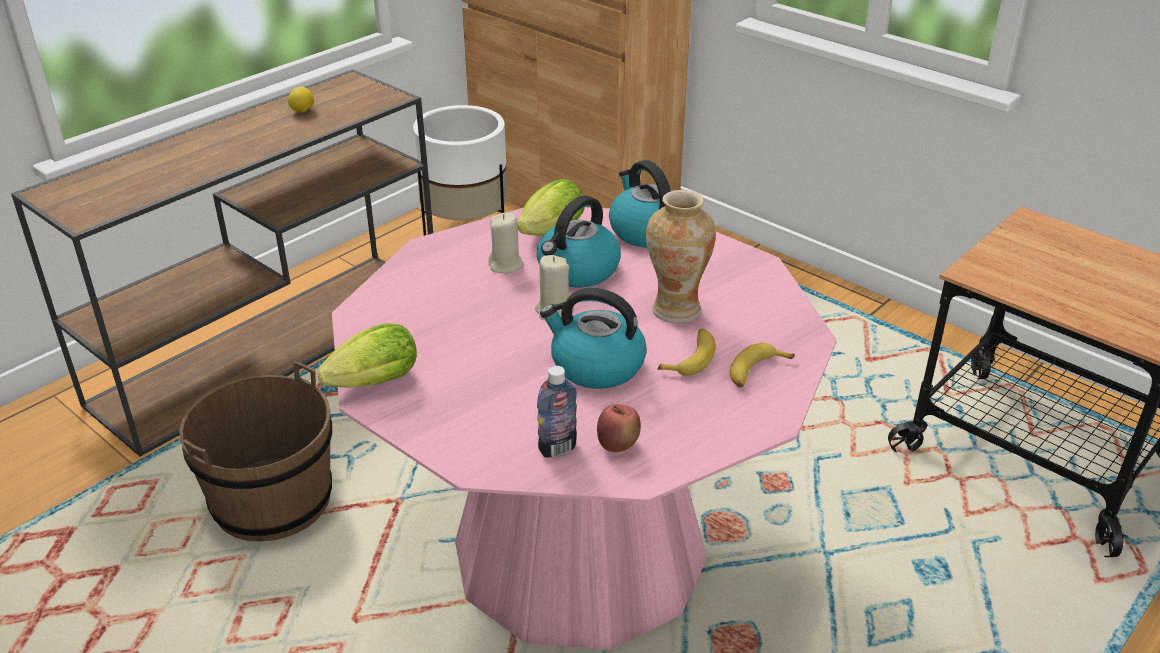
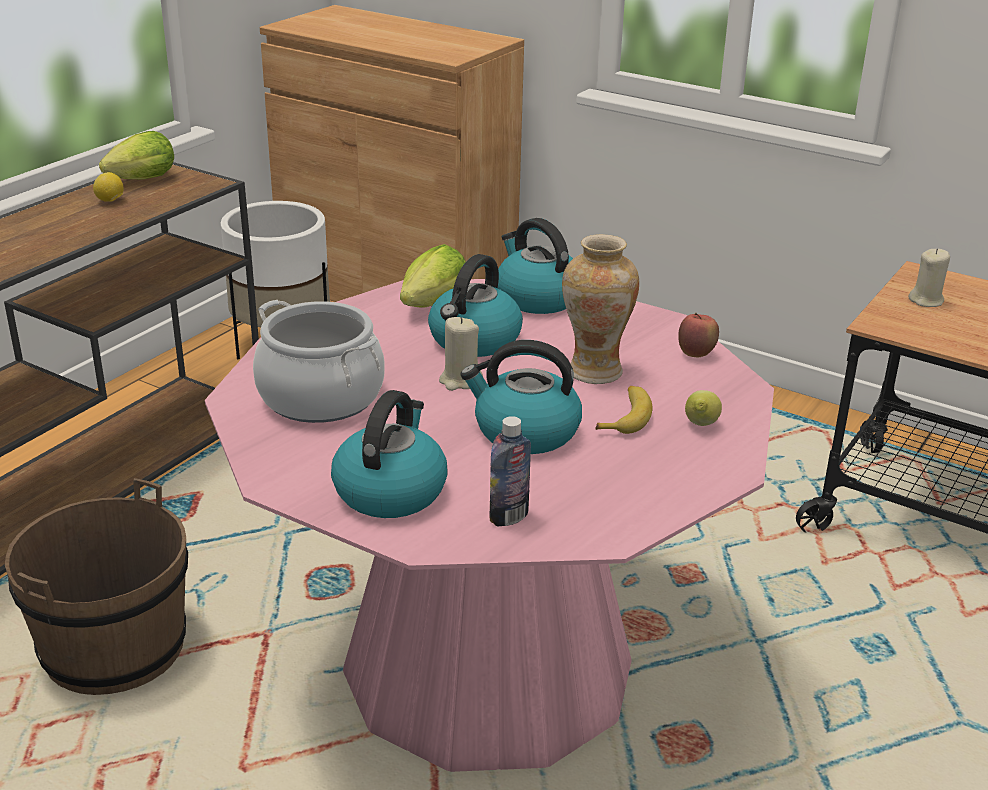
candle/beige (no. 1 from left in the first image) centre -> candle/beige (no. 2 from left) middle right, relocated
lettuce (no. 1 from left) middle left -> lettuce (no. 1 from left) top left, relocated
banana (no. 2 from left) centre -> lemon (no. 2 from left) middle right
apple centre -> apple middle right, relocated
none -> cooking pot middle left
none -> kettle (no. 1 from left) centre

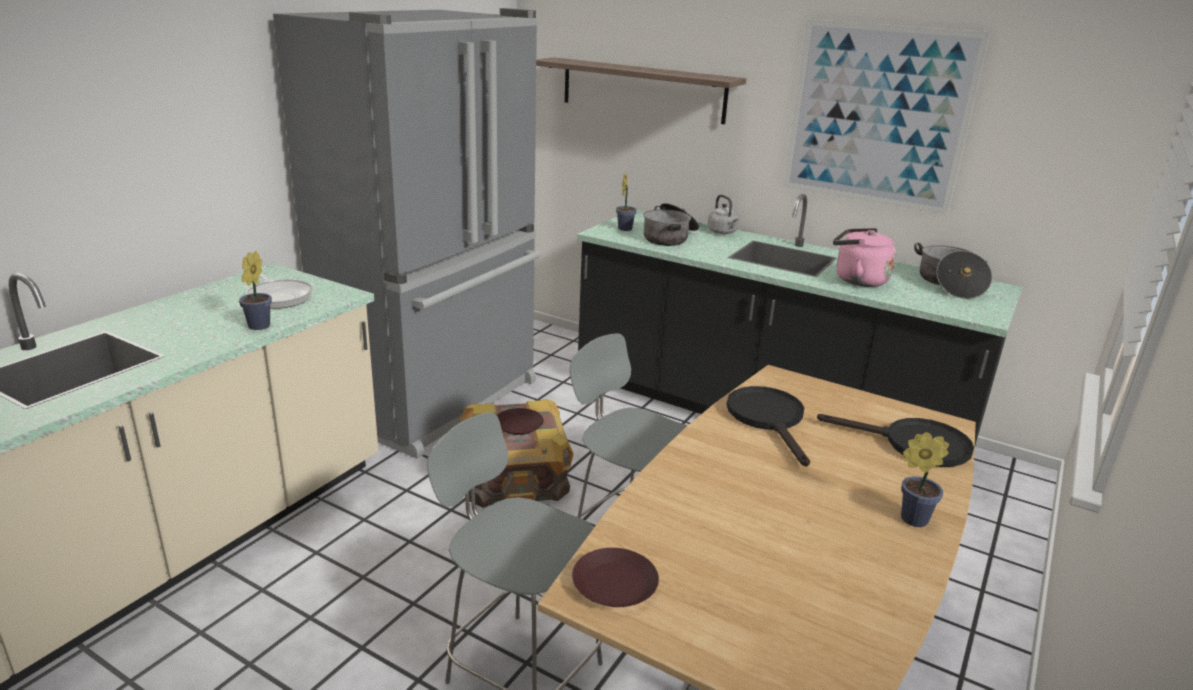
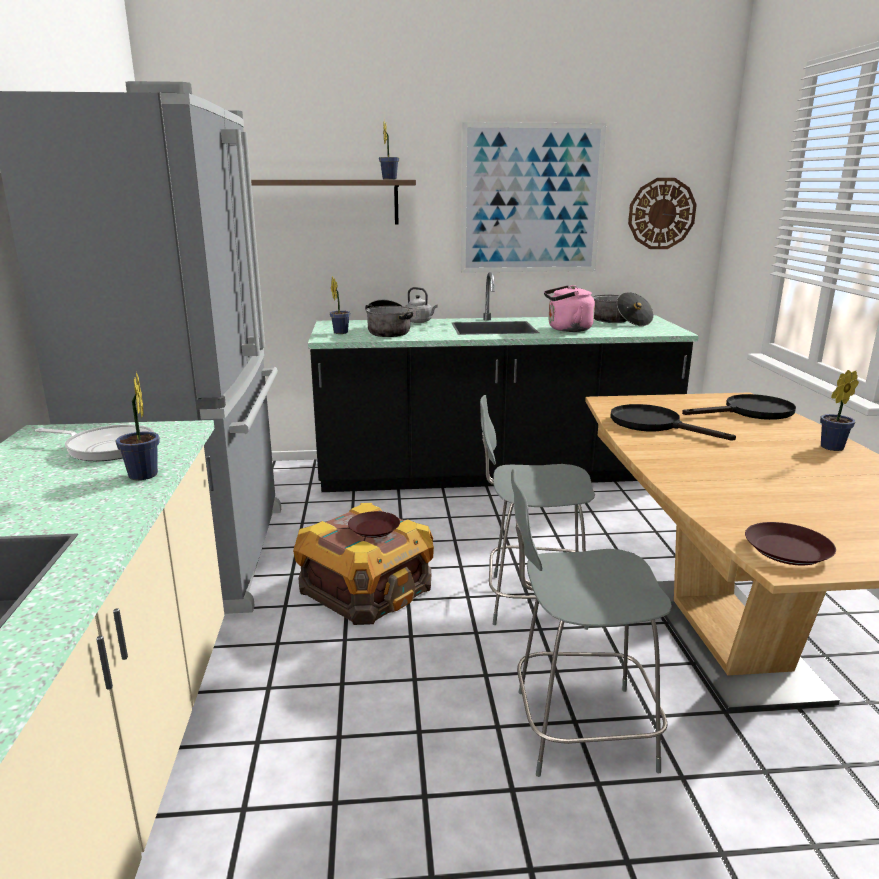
none -> potted plant (no. 3 from left) top centre
none -> wall clock top right

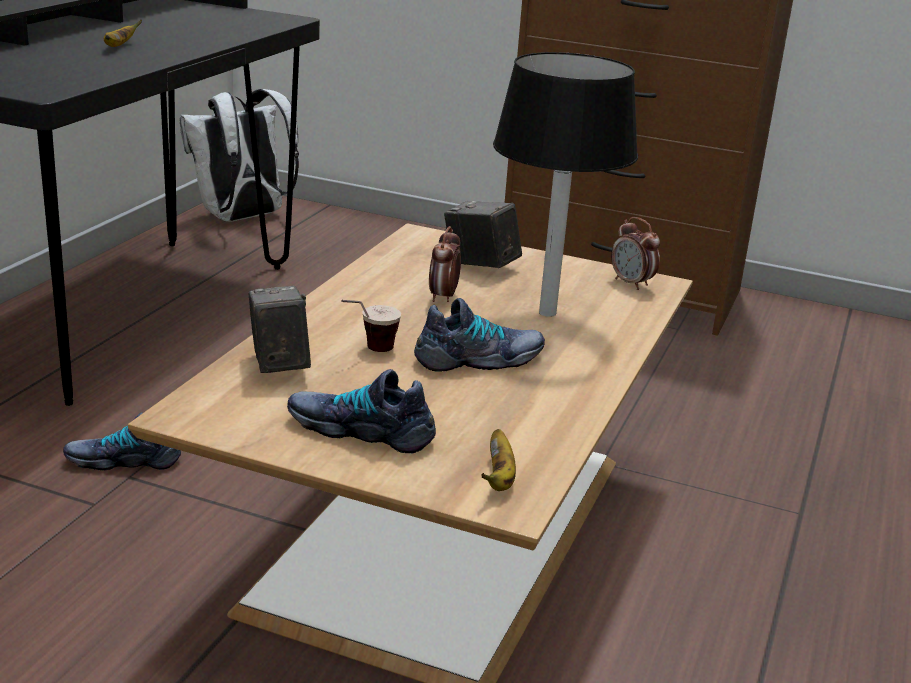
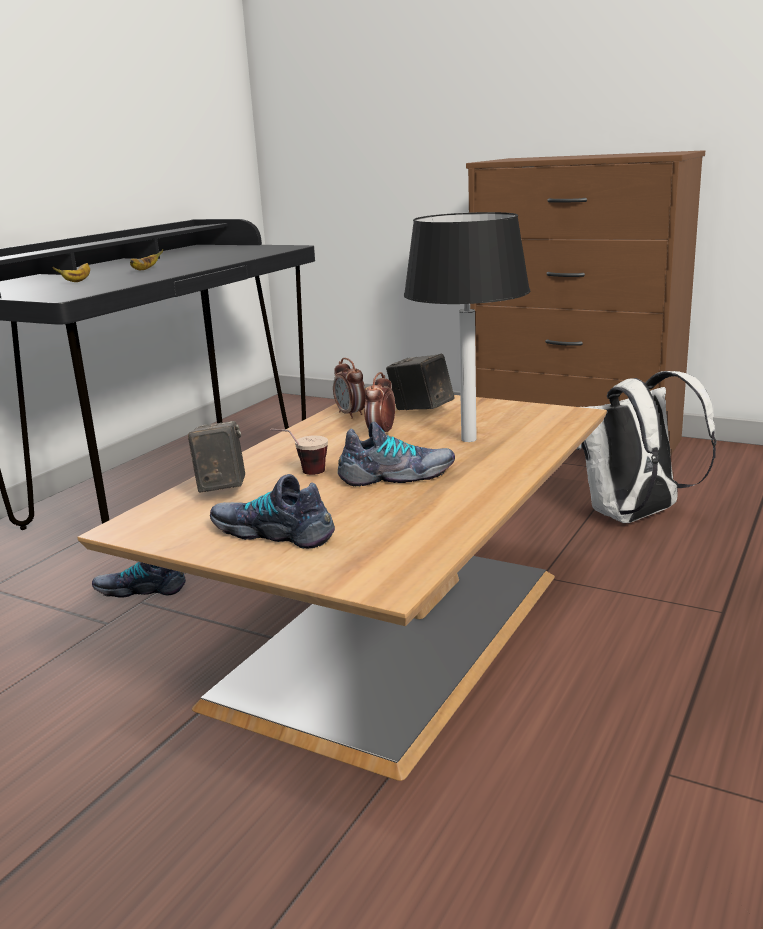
backpack/white top left -> backpack/white middle right, relocated
alarm clock (no. 2 from left in the first image) middle right -> alarm clock (no. 1 from left) centre, relocated
banana (no. 2 from left in the first image) bottom centre -> banana (no. 1 from left) top left, relocated

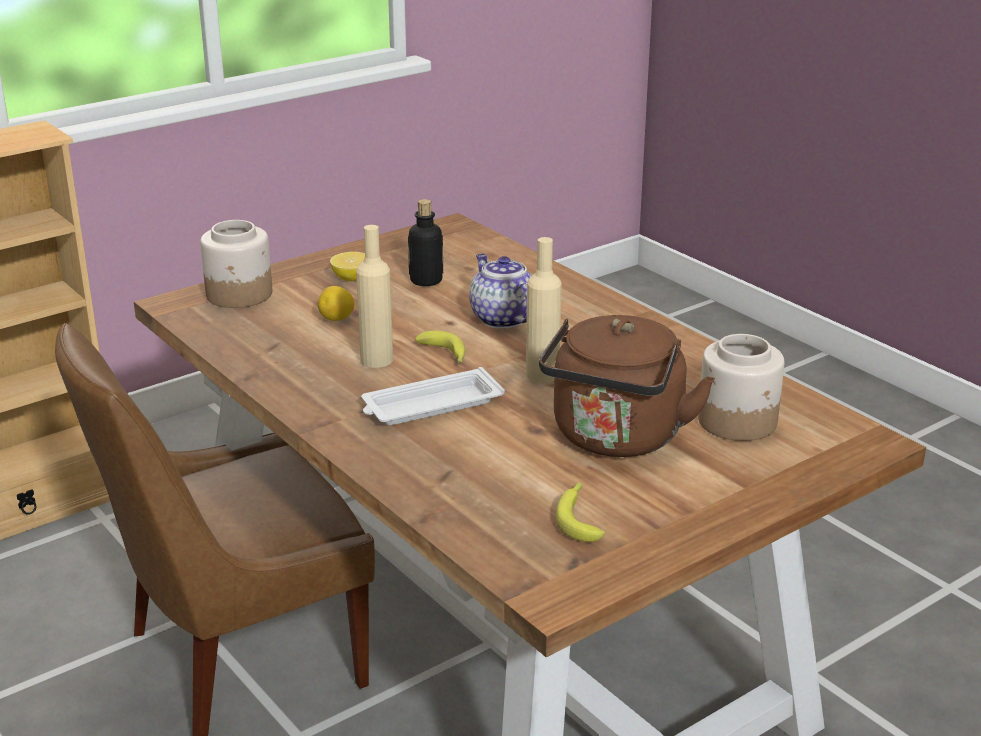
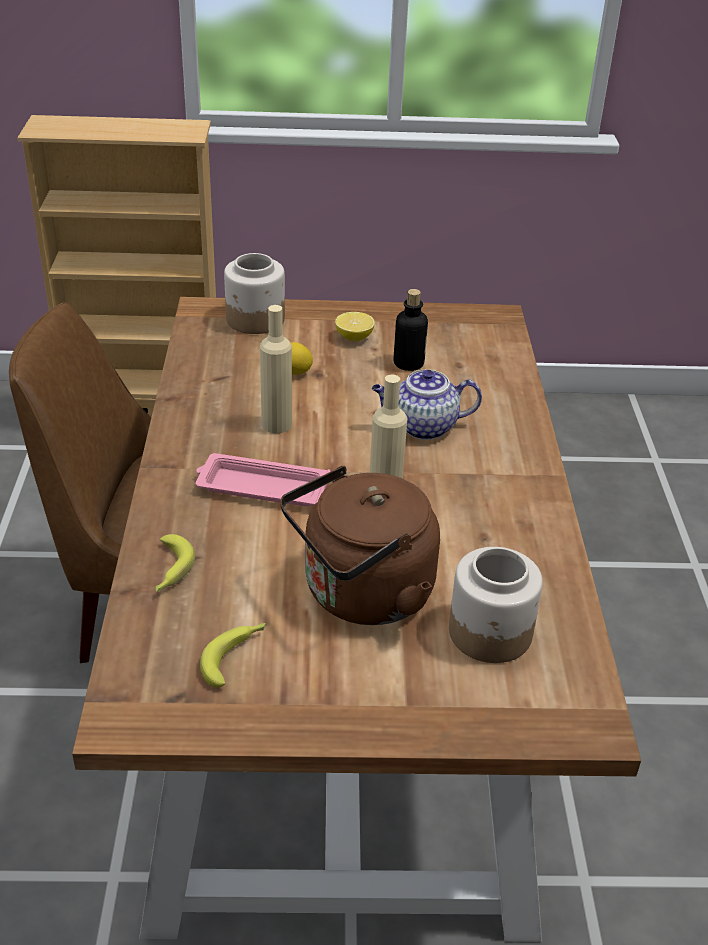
teapot centre, 105 degrees counterclockwise
banana (no. 1 from left) centre -> banana (no. 1 from left) middle left, relocated
tray/white centre -> tray/pink centre

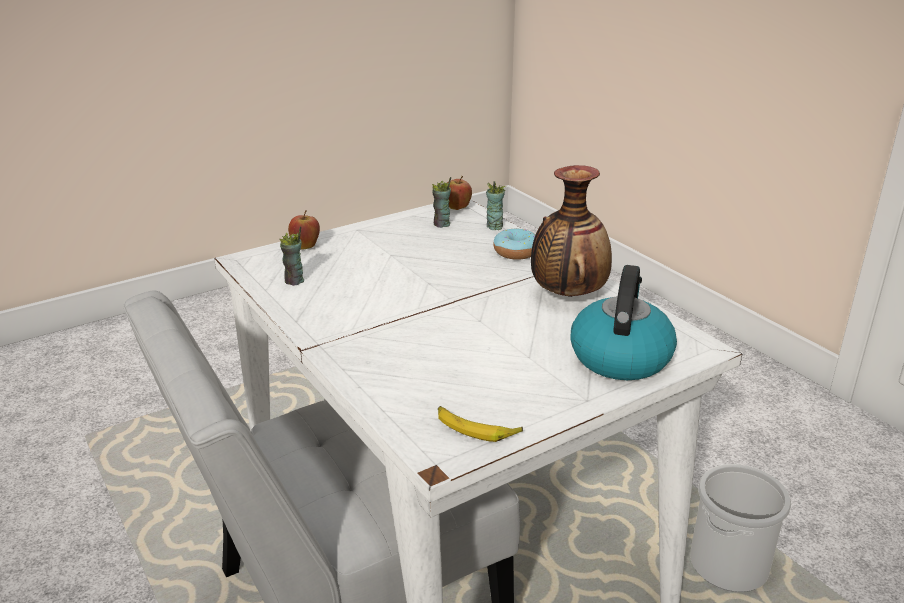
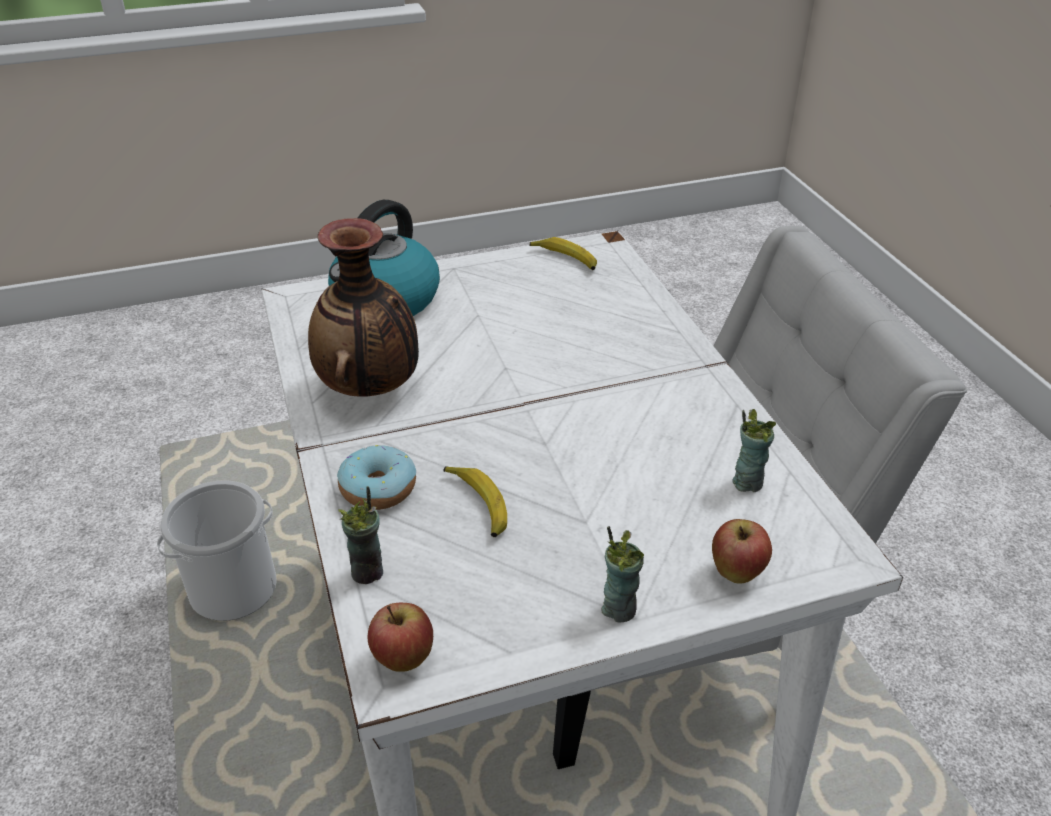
cup (no. 2 from left) centre -> cup (no. 2 from left) bottom centre, relocated
none -> banana (no. 1 from left) centre

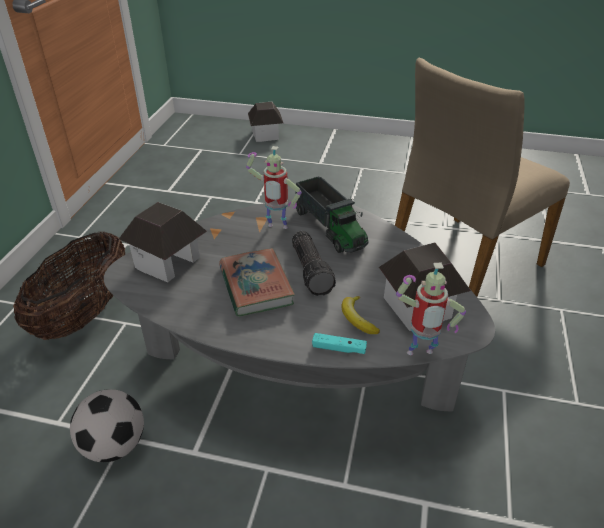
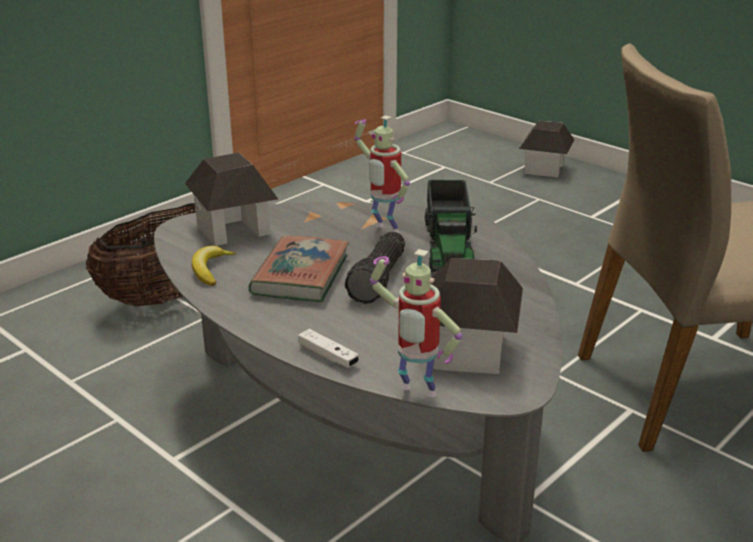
banana centre -> banana middle left, relocated
game controller/turquoise centre -> game controller/white centre
football bottom left -> none

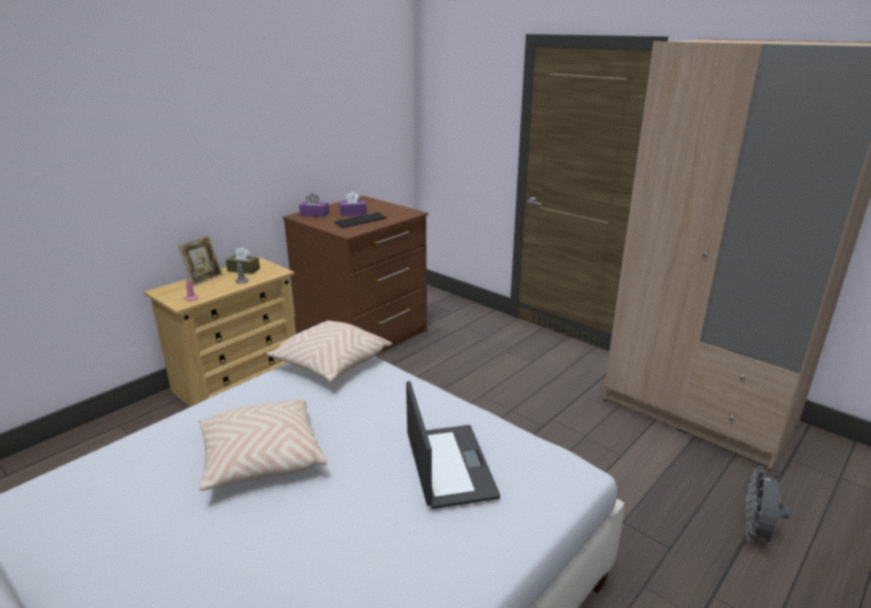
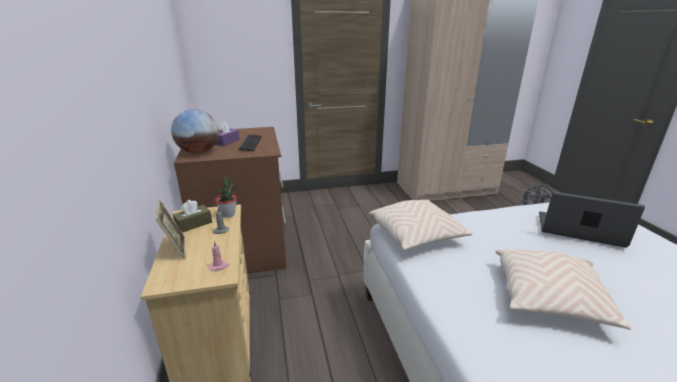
tissue box/purple (no. 1 from left) centre -> globe middle left
none -> potted plant centre

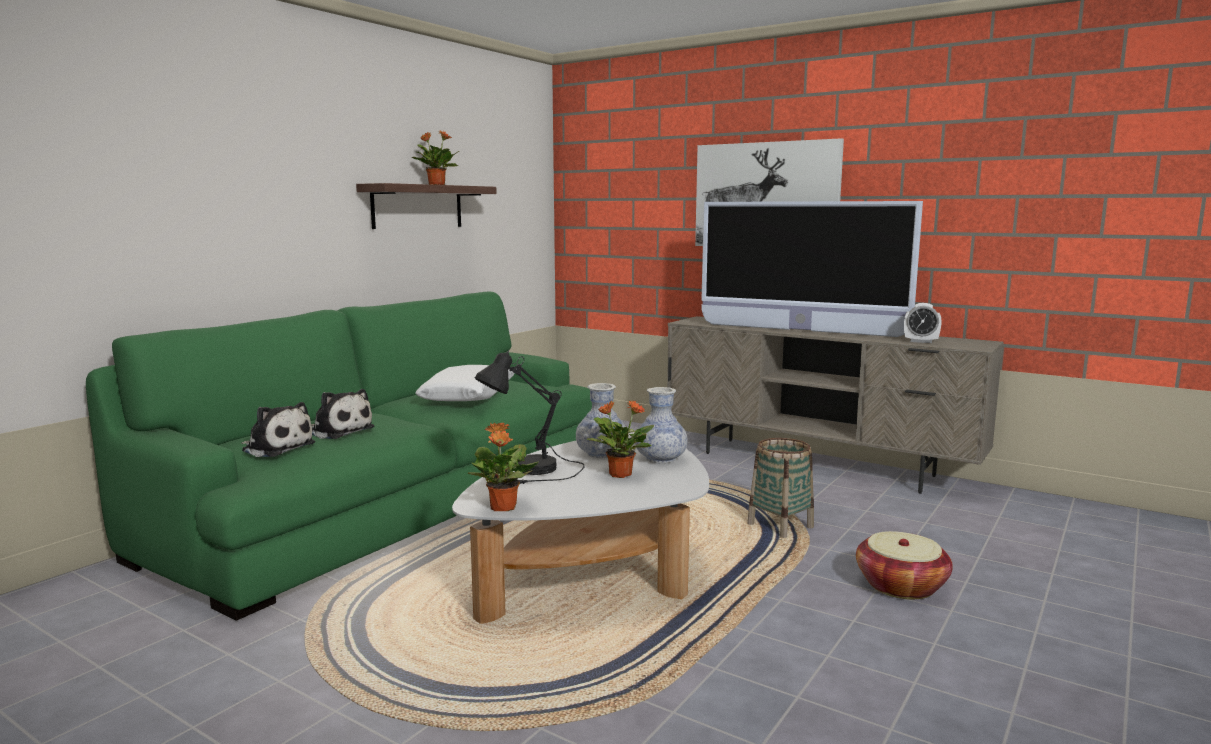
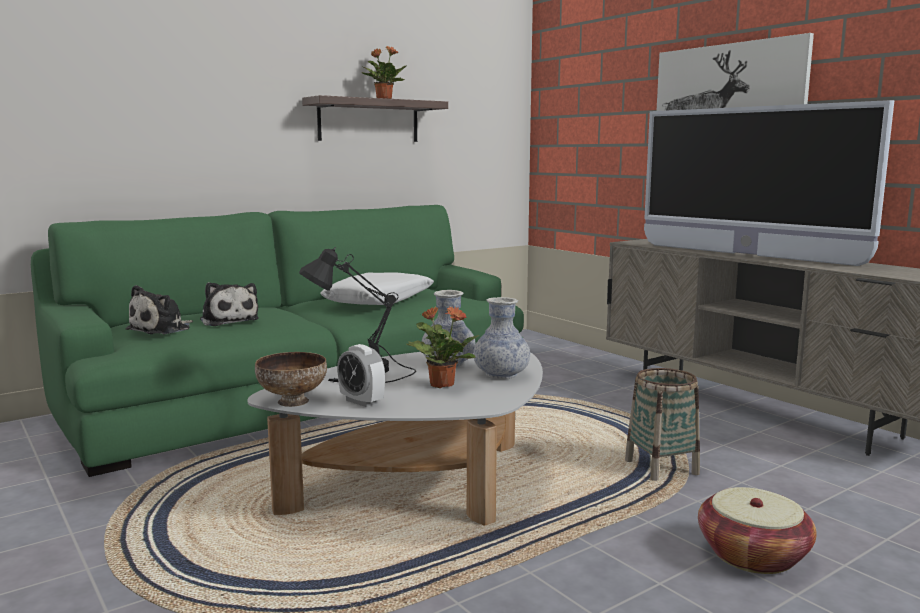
alarm clock middle right -> alarm clock centre, relocated
plush toy (no. 1 from left) middle left, 75 degrees clockwise
potted plant (no. 2 from left) centre -> bowl middle left

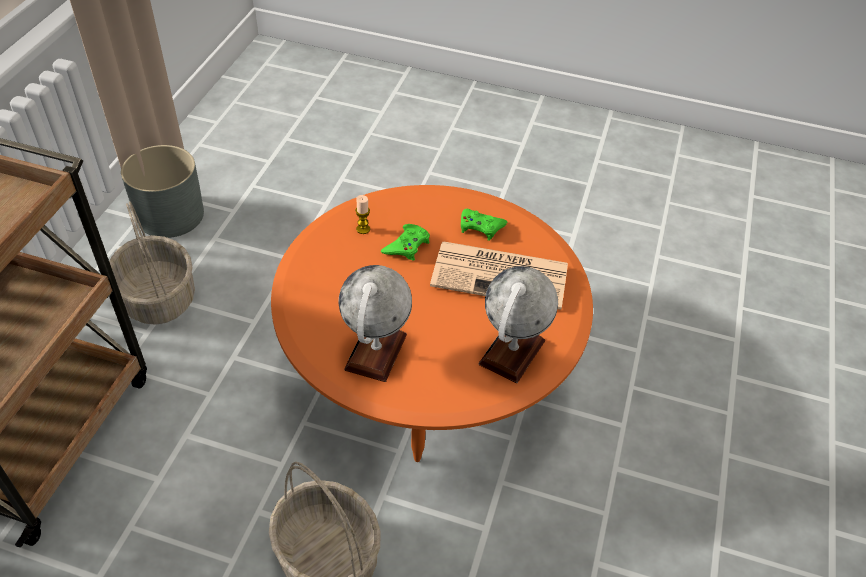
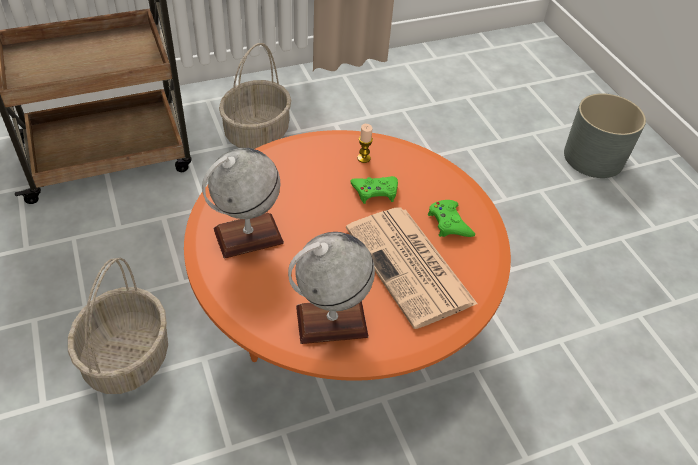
planter/grey top left -> planter/grey top right, relocated

